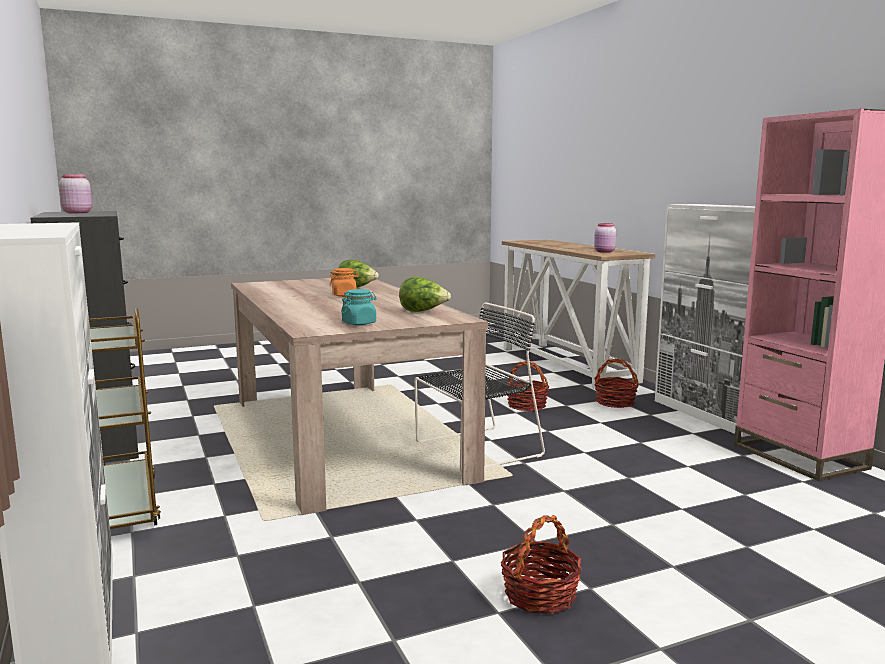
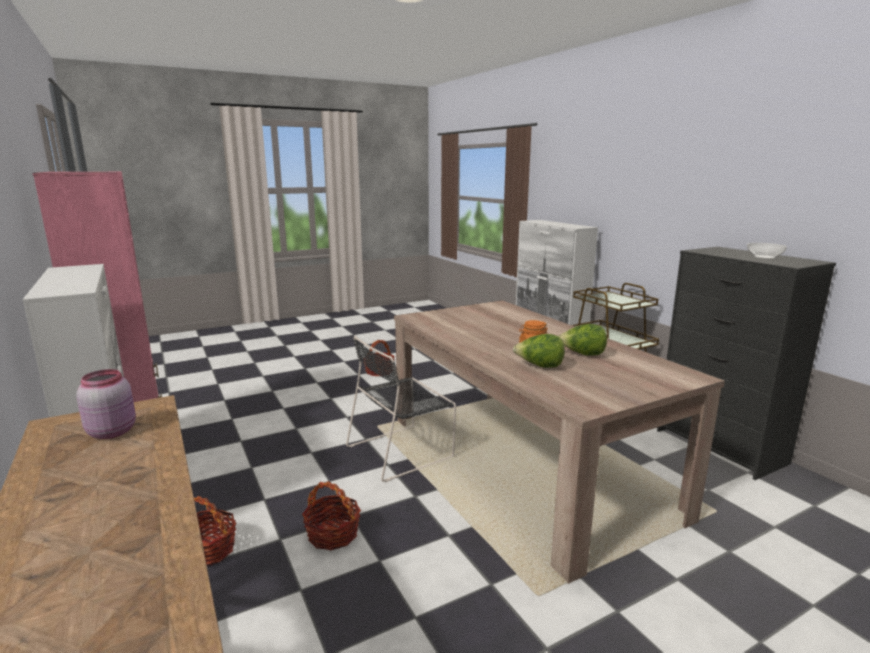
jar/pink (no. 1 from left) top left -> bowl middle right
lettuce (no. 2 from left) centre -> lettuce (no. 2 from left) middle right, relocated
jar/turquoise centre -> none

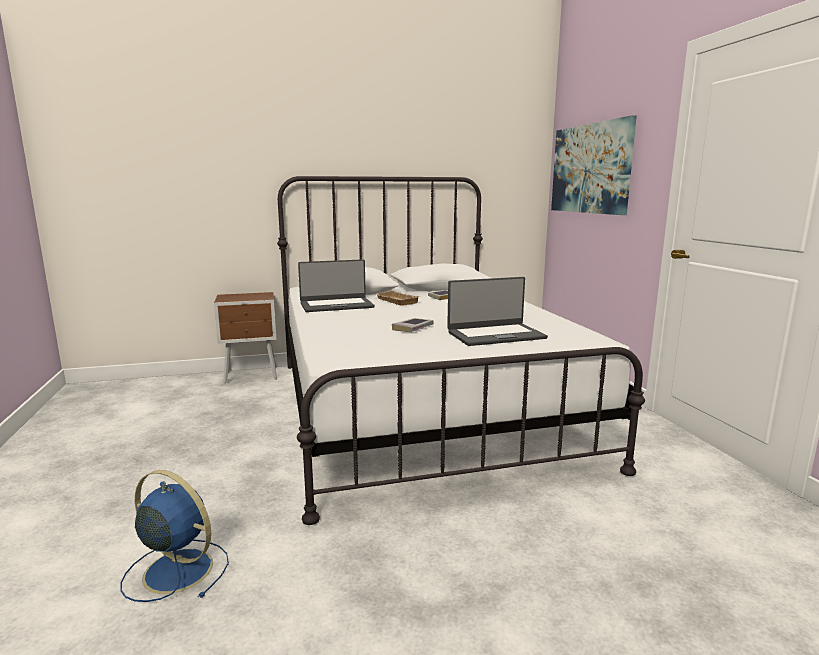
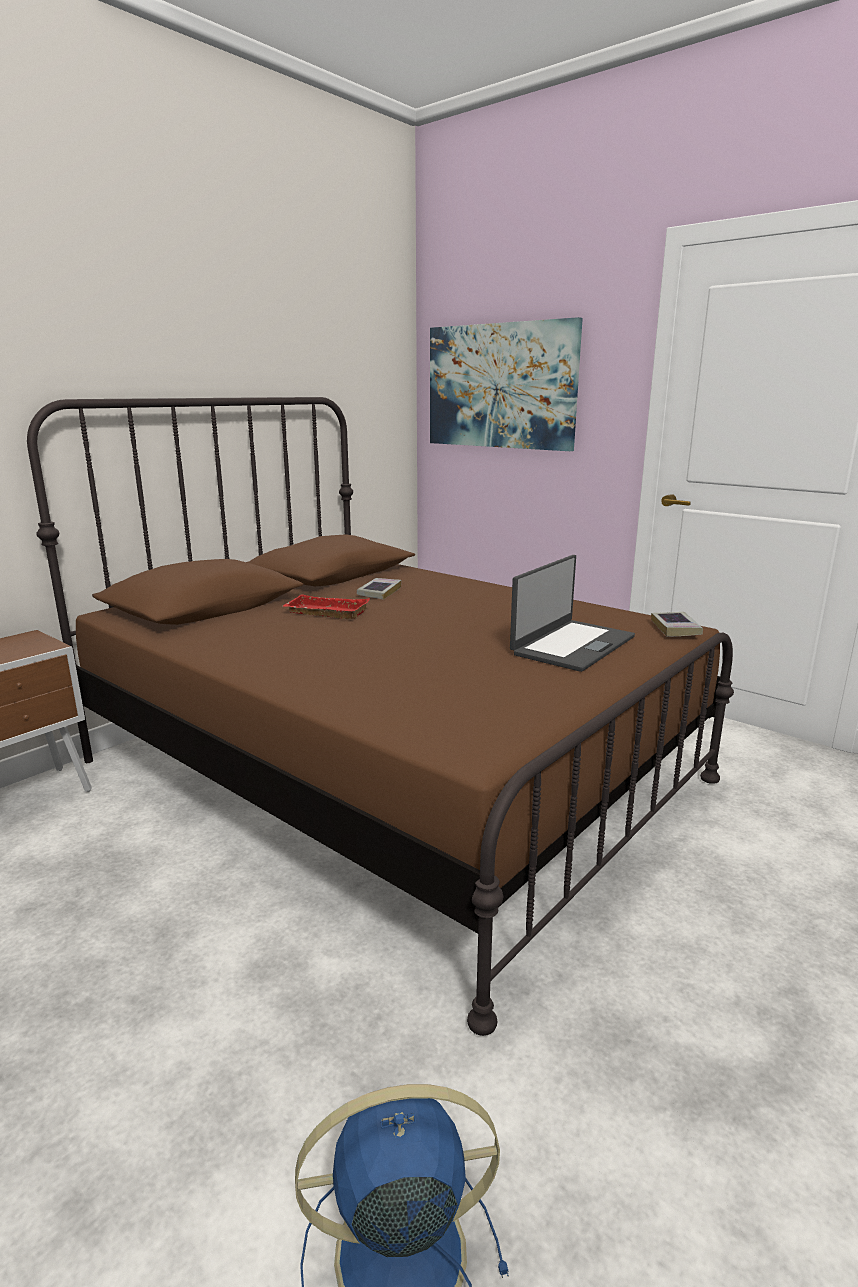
bed/white centre -> bed/brown centre
laptop (no. 1 from left) centre -> none
tray/beige centre -> tray/red centre
book (no. 1 from left in the first image) centre -> book (no. 2 from left) middle right, relocated

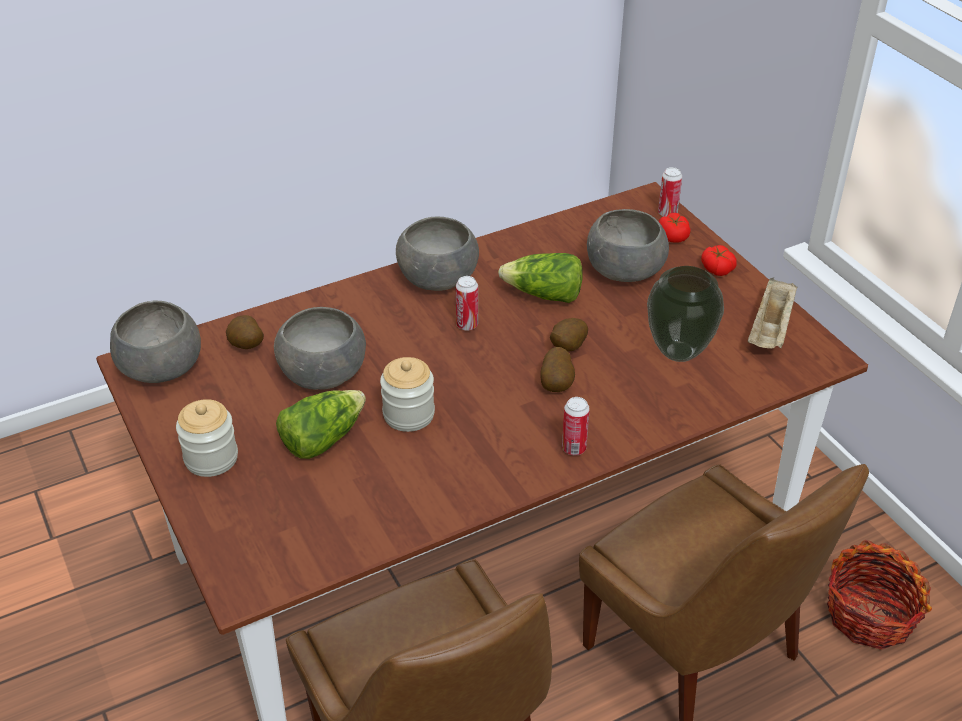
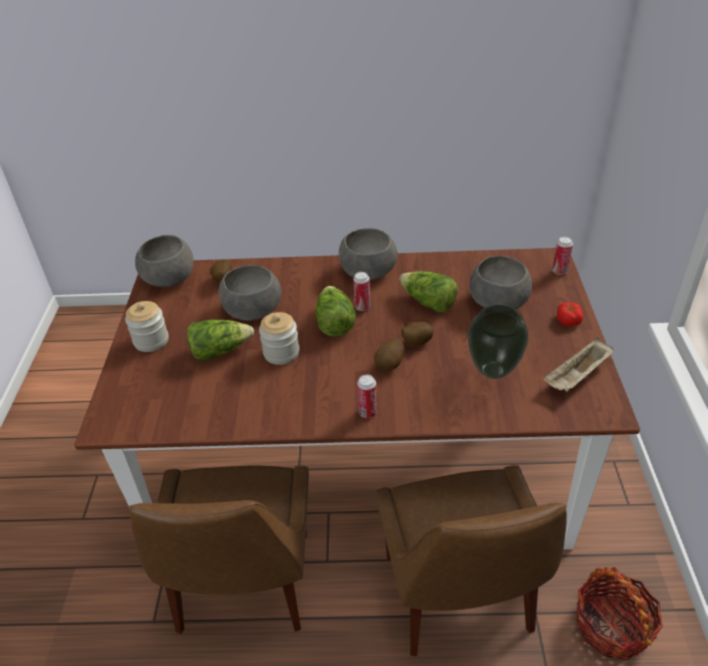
tomato (no. 1 from left) top right -> none
none -> lettuce (no. 2 from left) centre

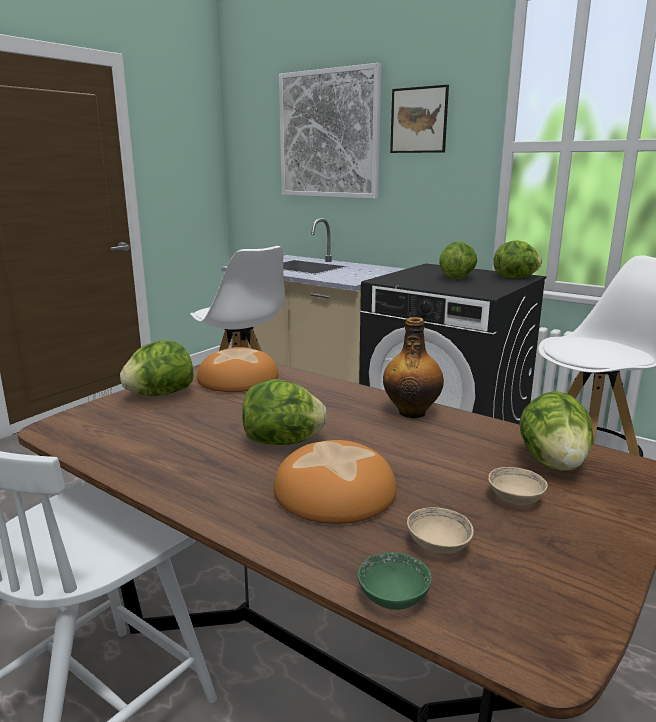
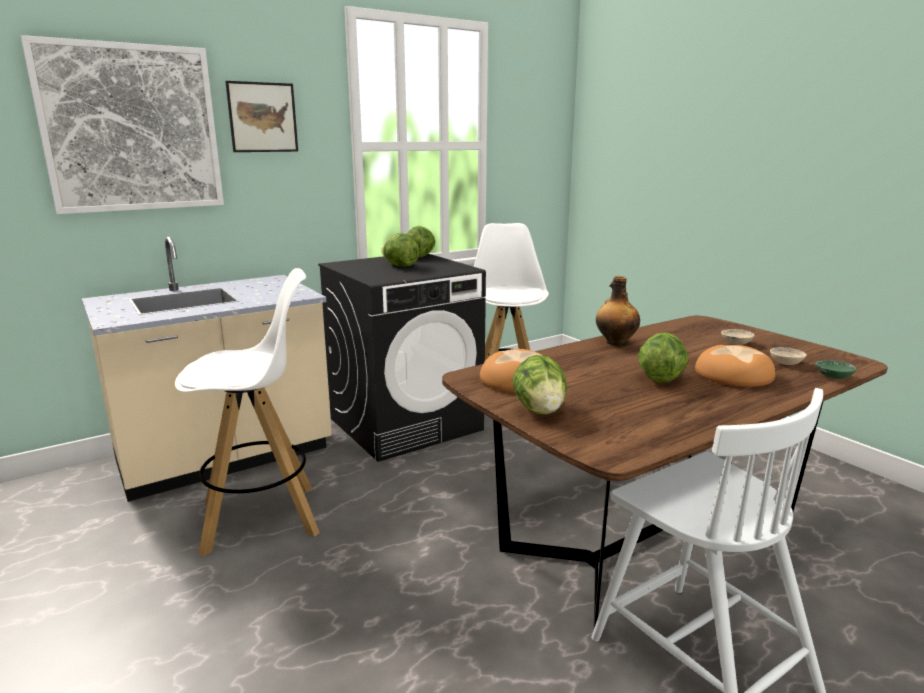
lettuce (no. 5 from left) middle right -> none

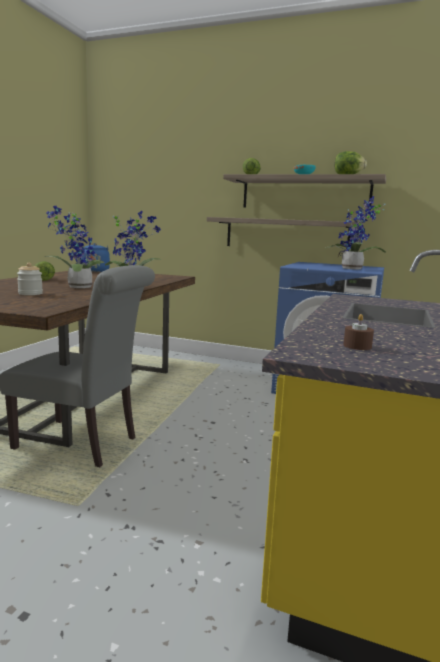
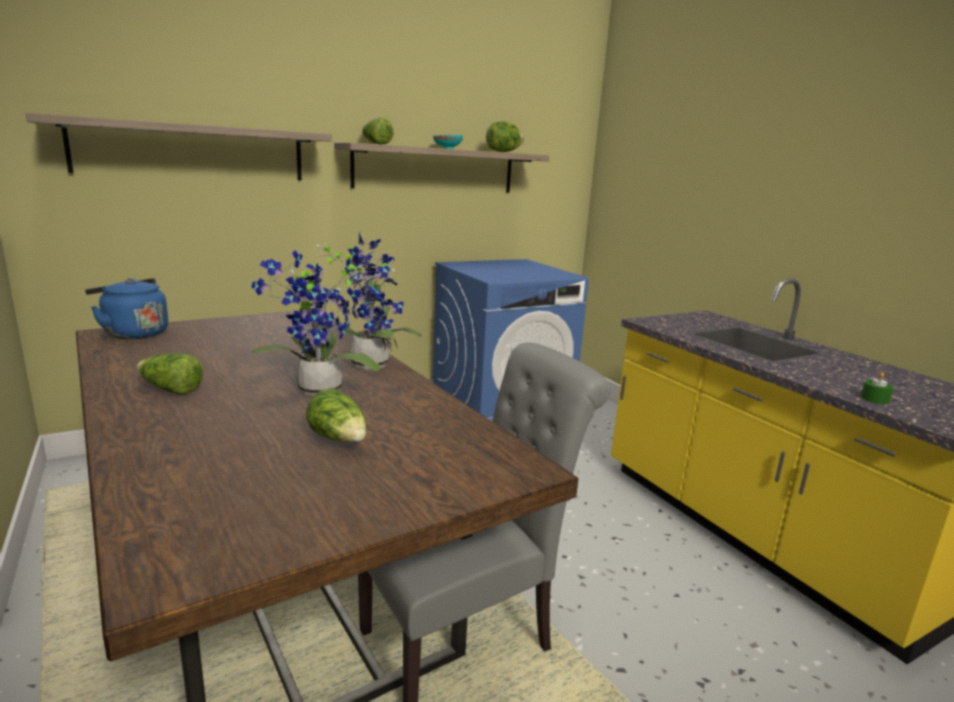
potted plant (no. 3 from left) middle right -> none
shelf (no. 1 from left) centre -> shelf (no. 1 from left) top left, relocated
jar middle left -> lettuce (no. 2 from left) centre
candle/brown middle right -> none
none -> candle/green middle right

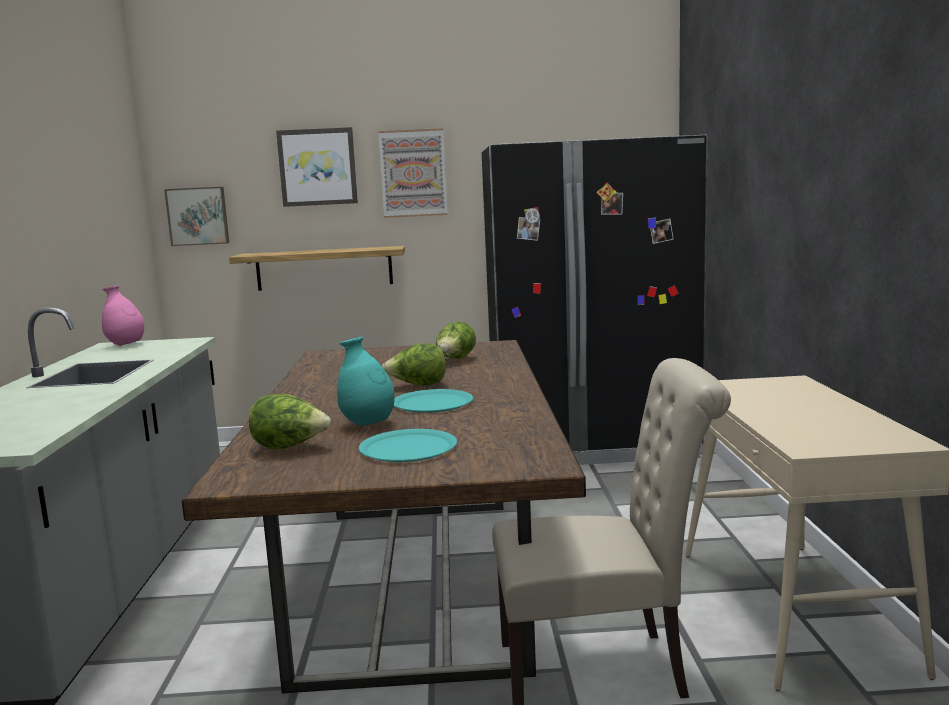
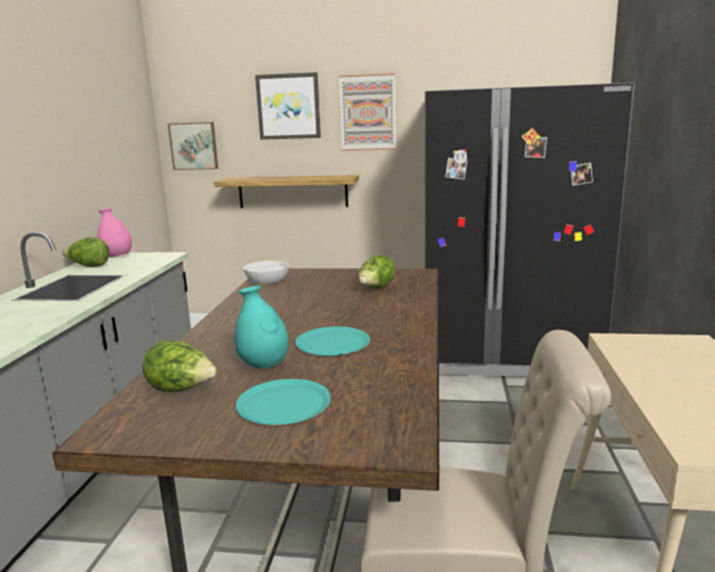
lettuce (no. 2 from left in the first image) centre -> lettuce (no. 1 from left) middle left, relocated
none -> bowl/white centre

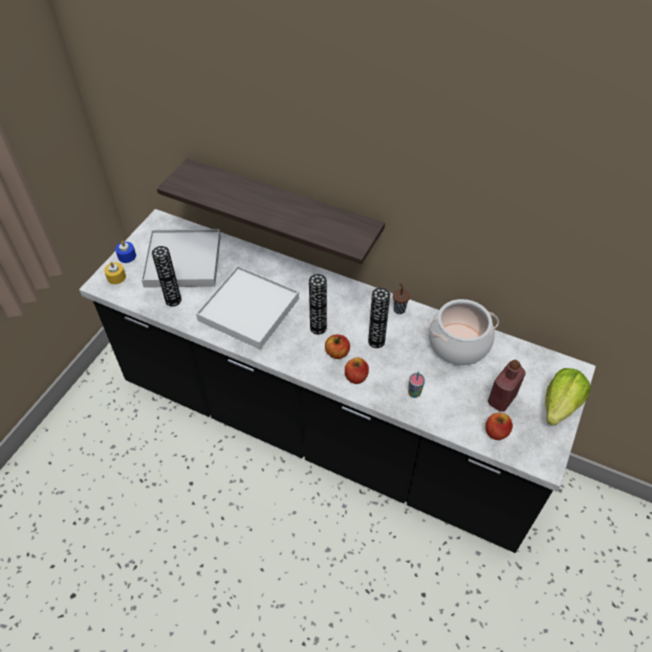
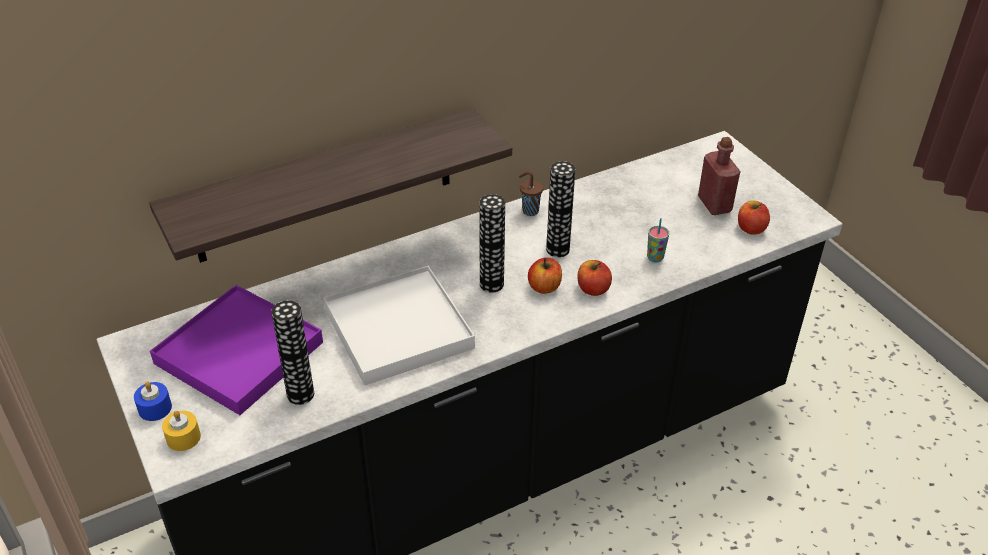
tray/white (no. 1 from left) middle left -> tray/purple middle left
cooking pot middle right -> none
lettuce middle right -> none

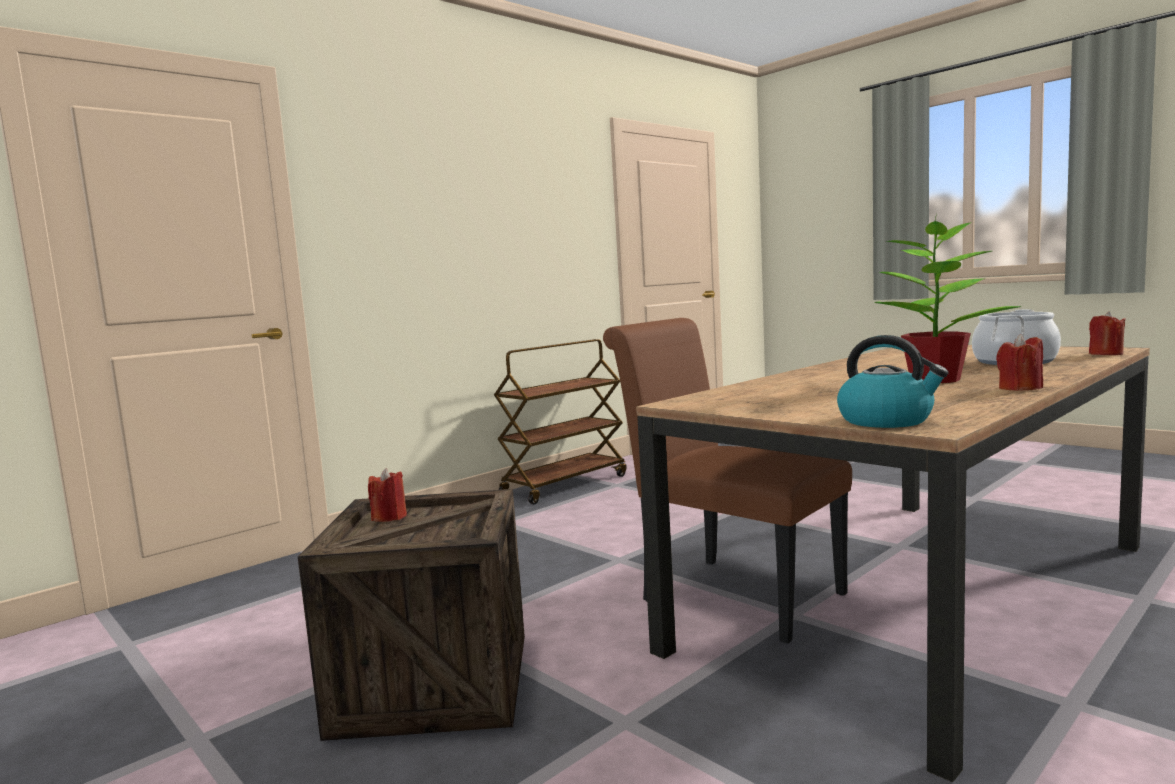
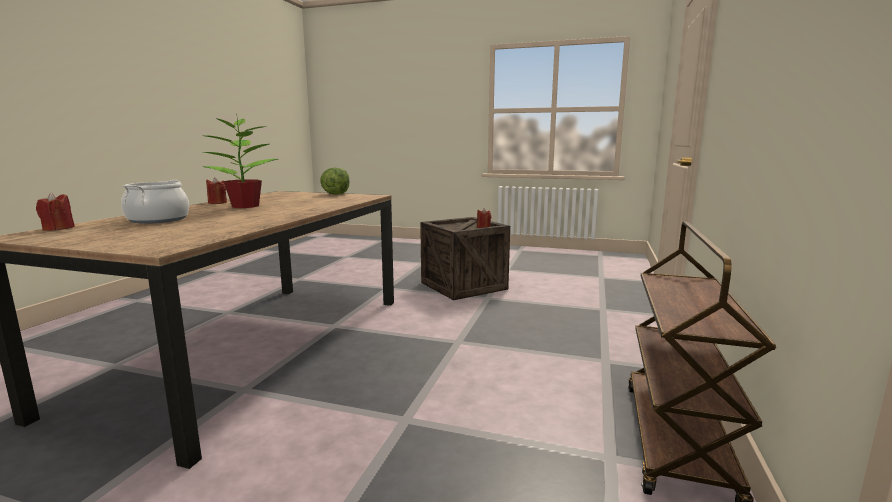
chair/brown centre -> none
kettle middle right -> none
none -> lettuce centre

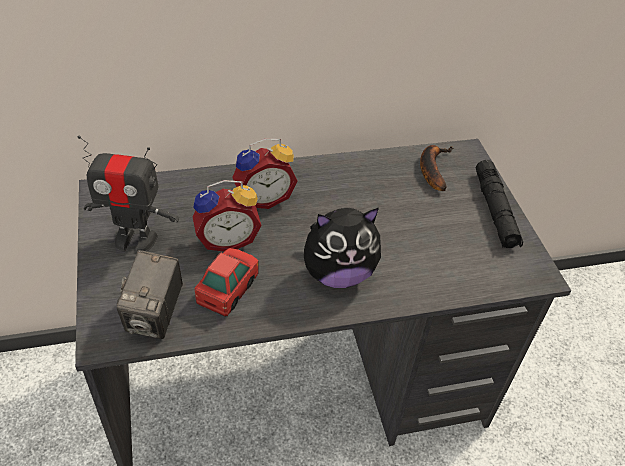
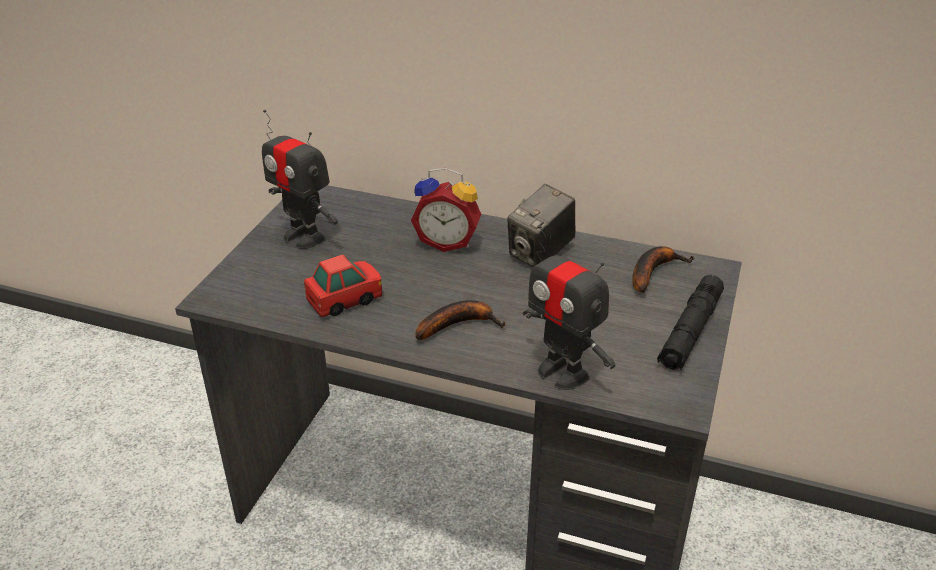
alarm clock (no. 1 from left) centre -> none
plush toy centre -> banana (no. 1 from left) centre
photo camera middle left -> photo camera centre, relocated
none -> toy robot (no. 2 from left) centre

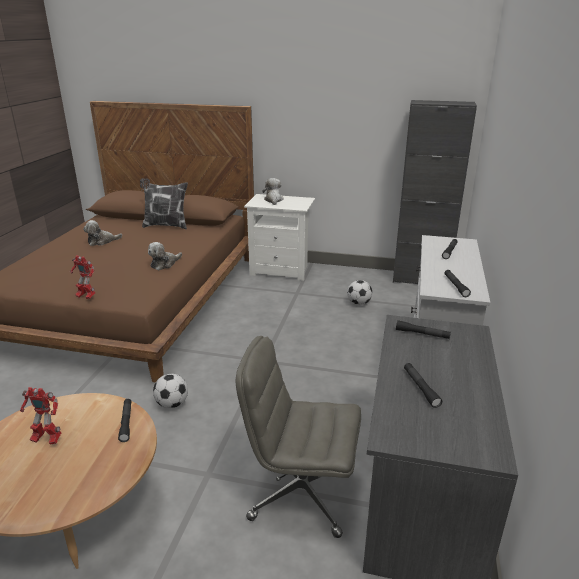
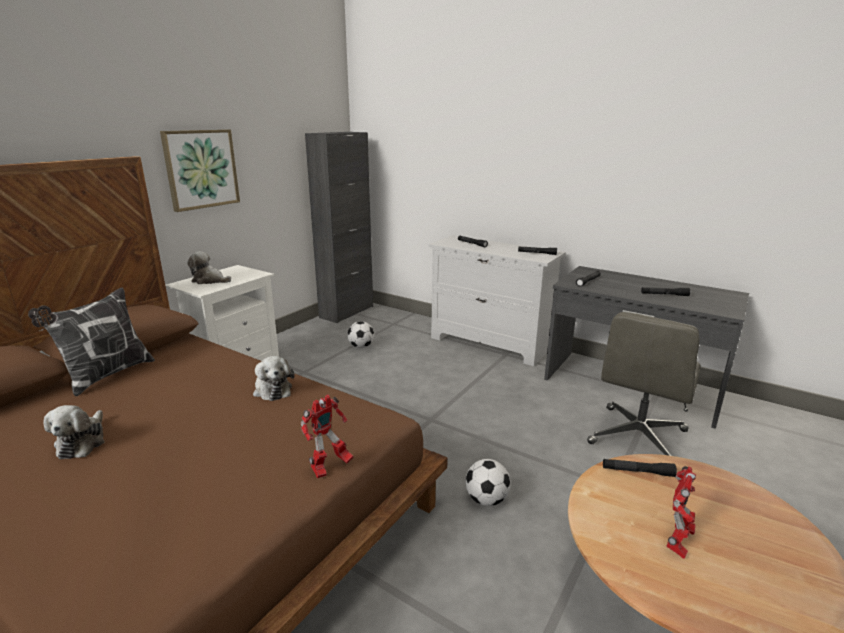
none -> picture top left

